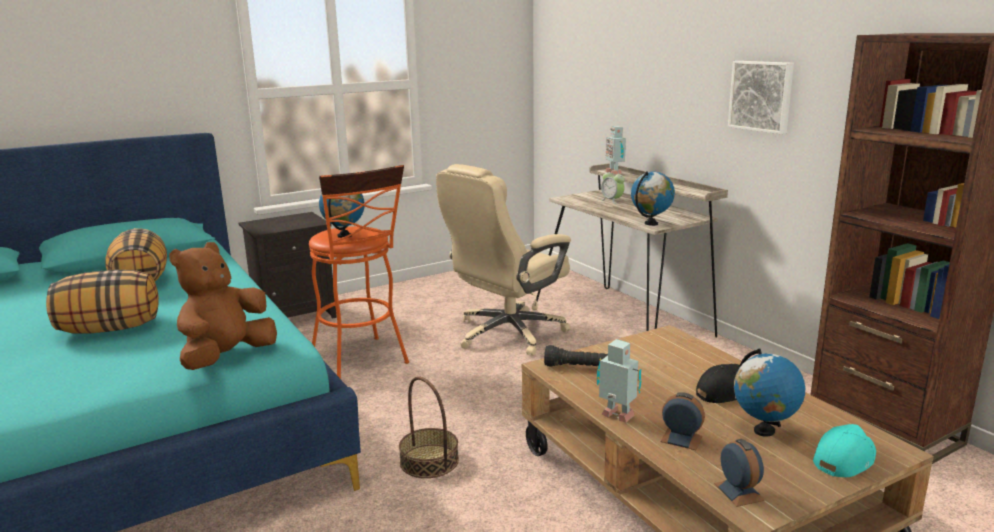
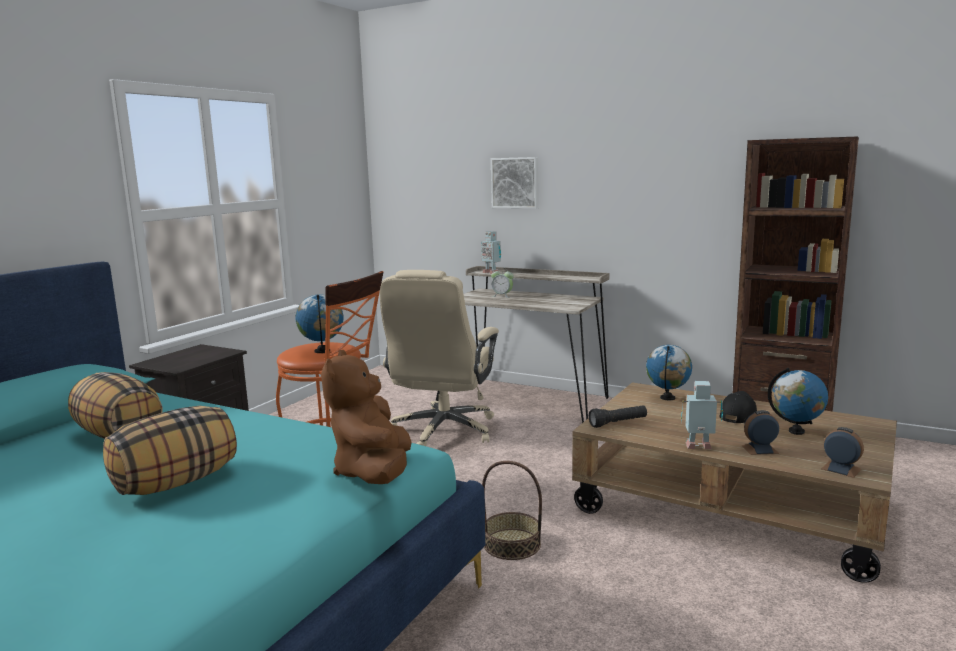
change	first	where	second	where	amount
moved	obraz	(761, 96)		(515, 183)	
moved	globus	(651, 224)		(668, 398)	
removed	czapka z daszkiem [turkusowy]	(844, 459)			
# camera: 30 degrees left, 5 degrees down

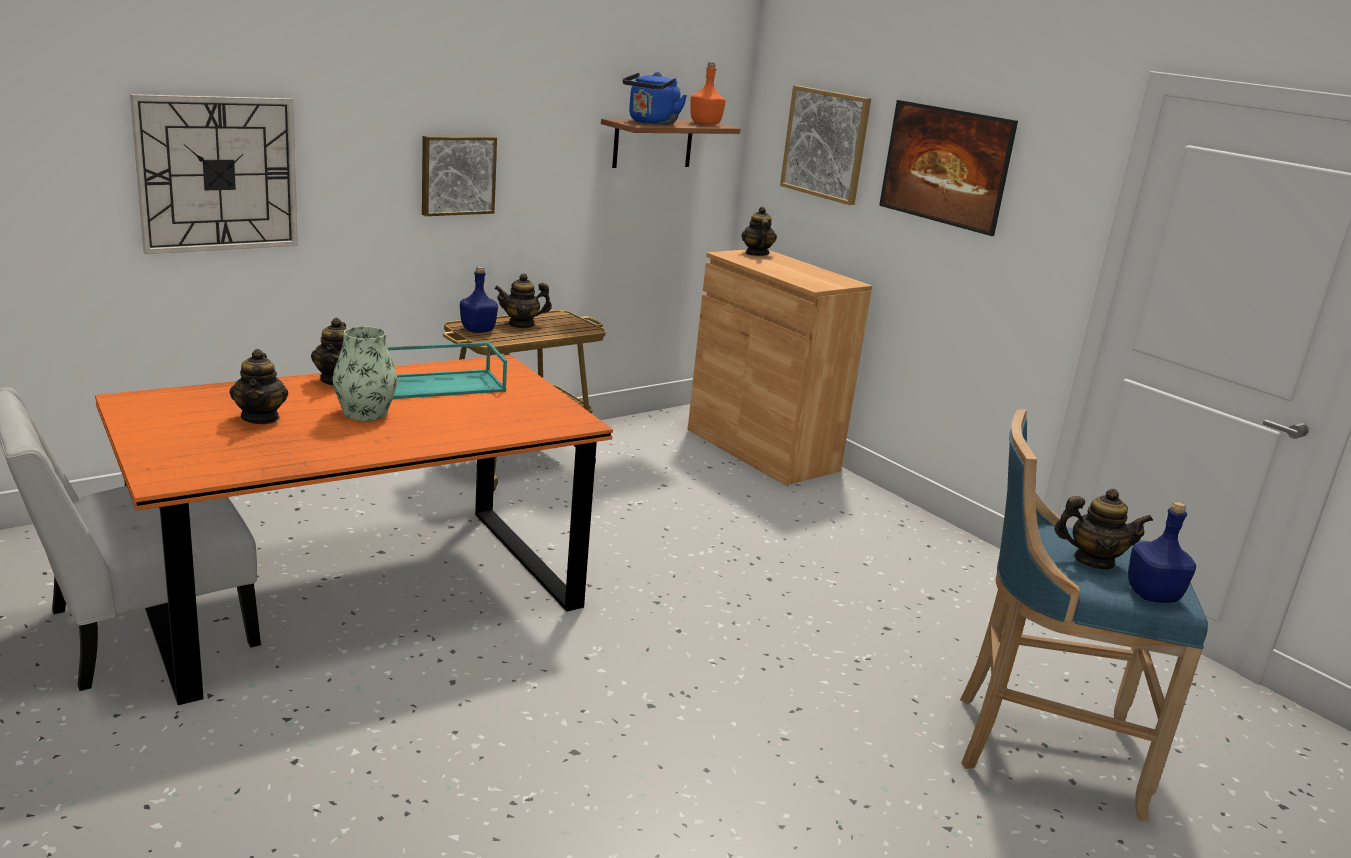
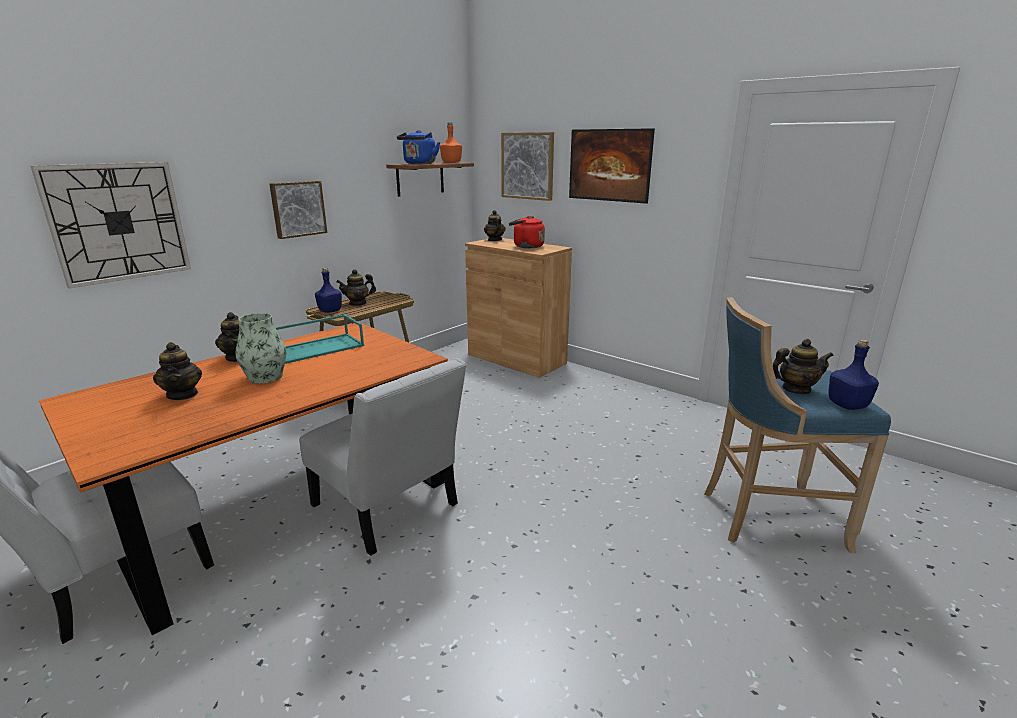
change	first	where	second	where	amount
added			krzesło [biały]	(389, 509)	
added			czajnik [czerwony]	(526, 246)	
# camera: 10 degrees left, 0 degrees up

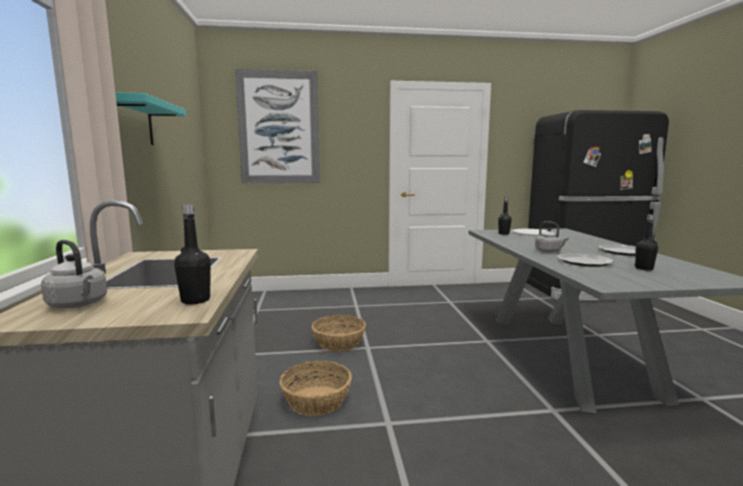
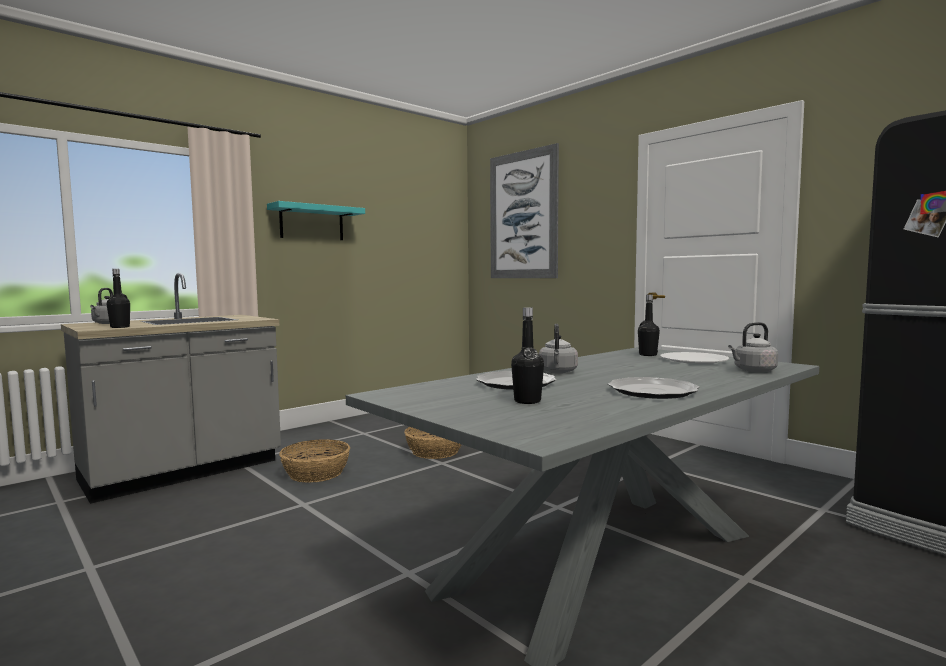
change	first	where	second	where	amount
added			czajnik [szary]	(753, 370)	
# camera: 55 degrees right, 5 degrees down

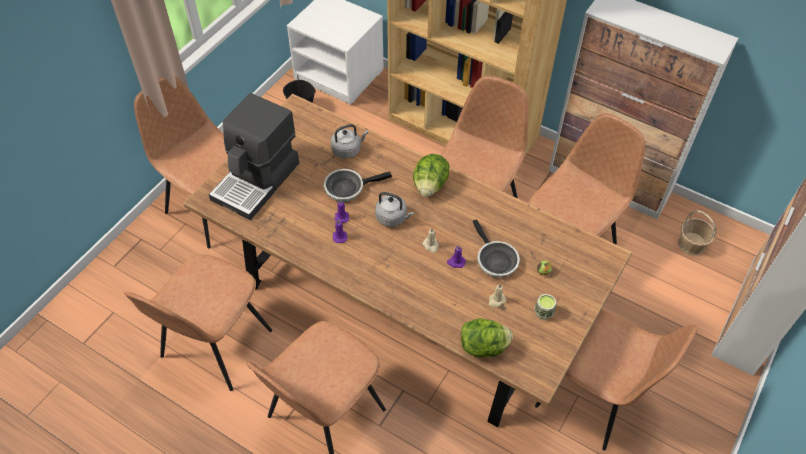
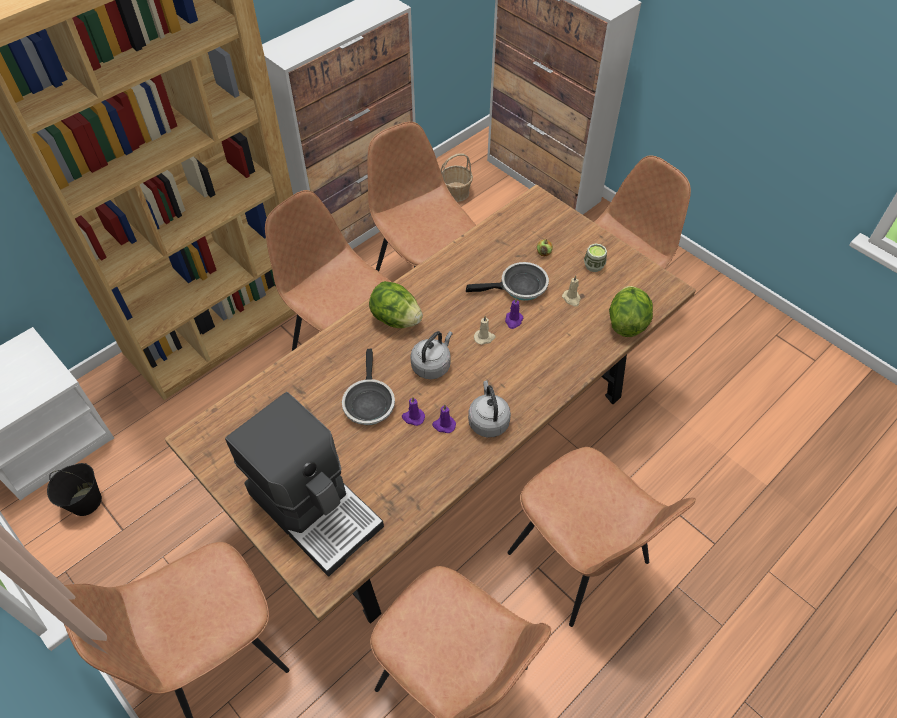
change	first	where	second	where	amount
moved	czajnik [szary]	(348, 150)		(488, 421)	
# camera: 75 degrees left, 0 degrees up

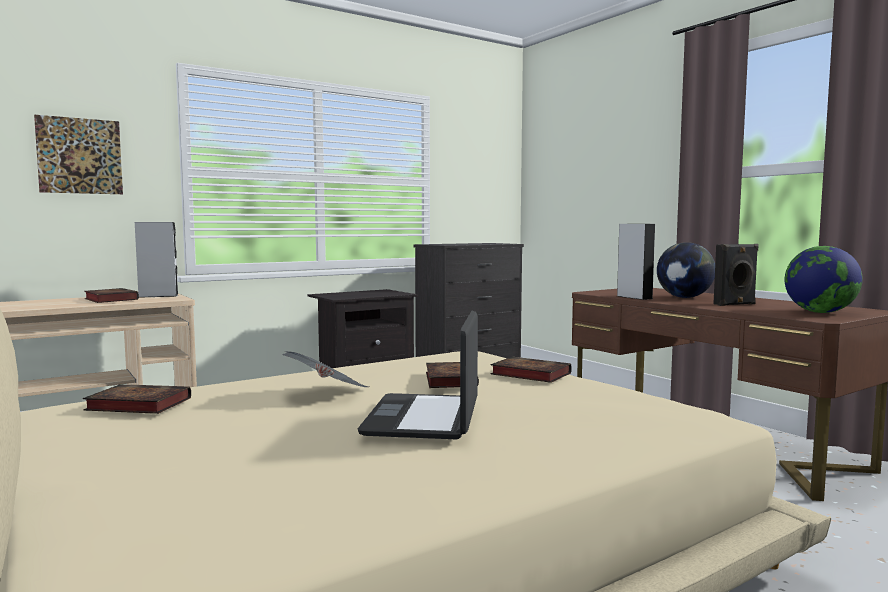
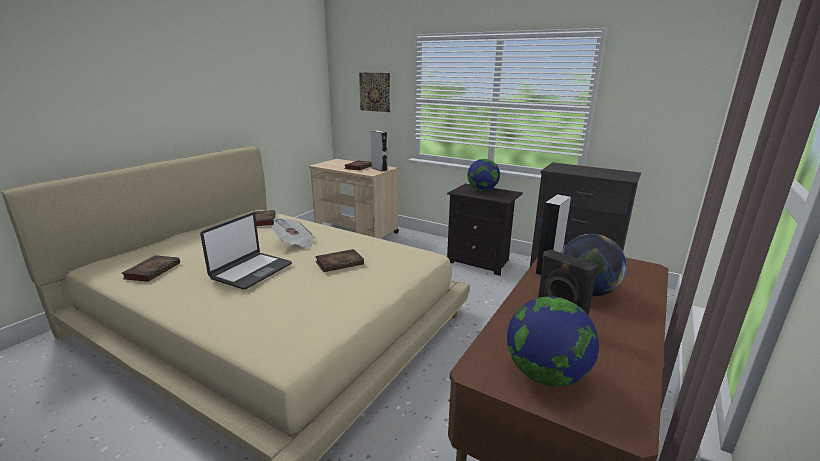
change	first	where	second	where	amount
moved	książka	(528, 374)		(153, 270)	
turned	laptop	(424, 418)		(251, 271)	135 degrees clockwise
added			globus	(482, 190)	
# camera: 65 degrees right, 15 degrees up

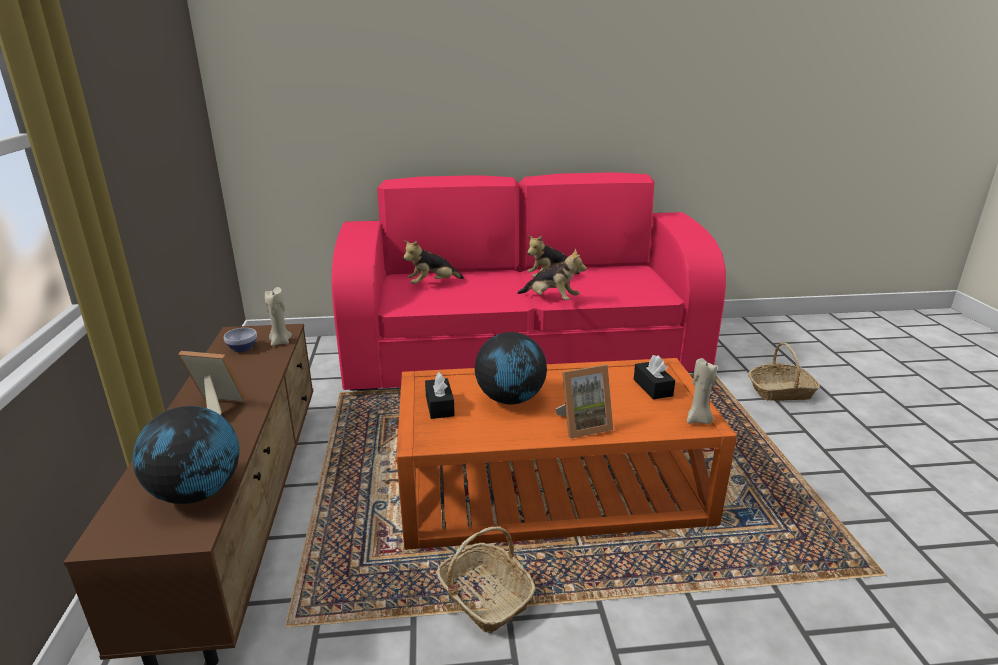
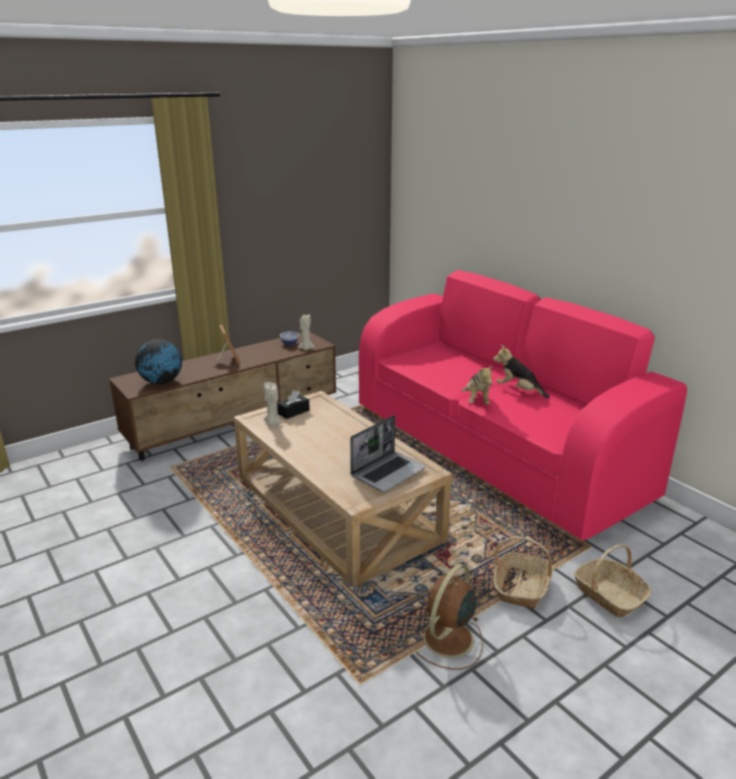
change	first	where	second	where	amount
recoloured	ława [pomarańczowy]	(551, 485)	ława [beżowy]	(337, 507)	
moved	świeca [beżowy]	(698, 420)		(272, 423)	
replaced	pudełko chusteczek [czarny]	(652, 387)	laptop	(388, 472)	
added			wentylator [brązowy]	(447, 640)	
moved	koszyk	(484, 597)		(521, 587)	
removed	pluszak	(432, 284)			
removed	globus	(510, 399)			
removed	ramka na zdjęcie	(583, 425)			
# camera: 60 degrees right, 0 degrees up

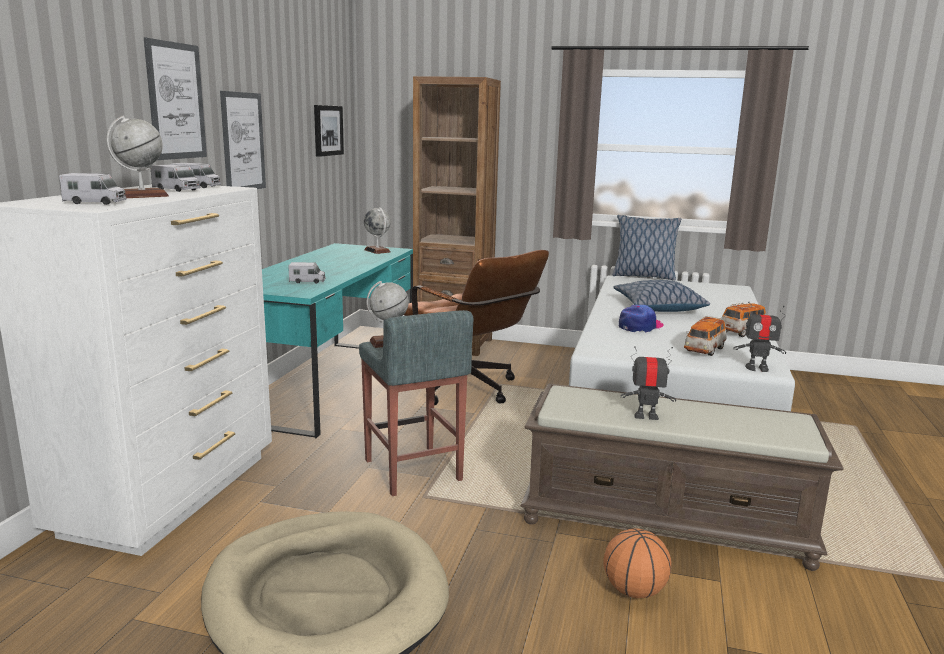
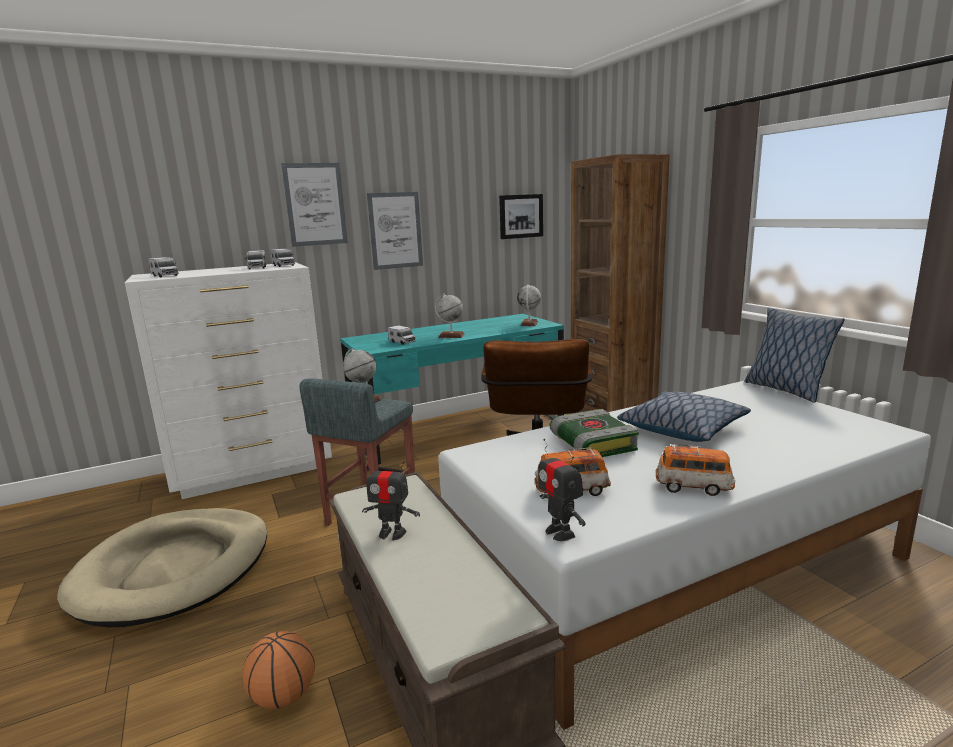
change	first	where	second	where	amount
turned	robot zabawkowy	(646, 416)		(392, 533)	135 degrees clockwise
moved	globus	(142, 196)		(451, 336)	
replaced	czapka z daszkiem	(640, 326)	książka	(591, 443)	
# camera: 50 degrees right, 0 degrees up

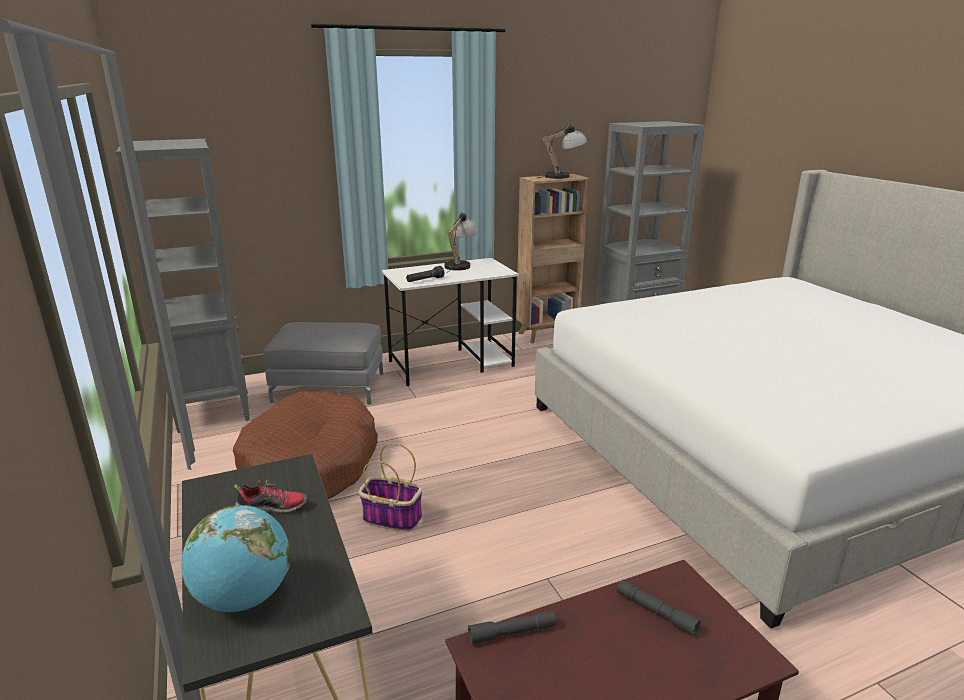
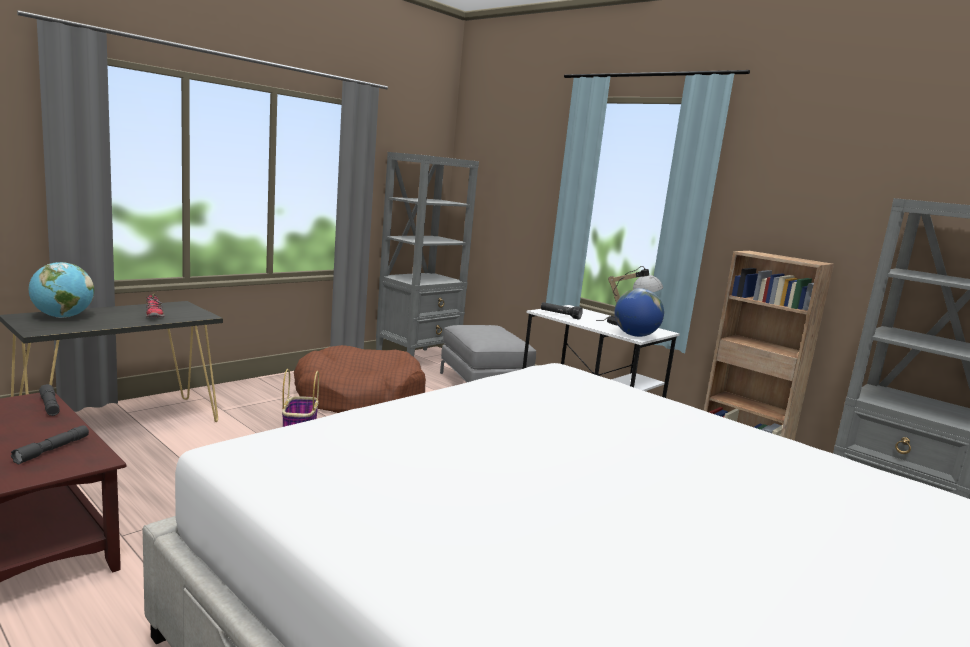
change	first	where	second	where	amount
added			globus	(635, 335)	
removed	lampa stołowa	(563, 176)			
# camera: 65 degrees right, 10 degrees down

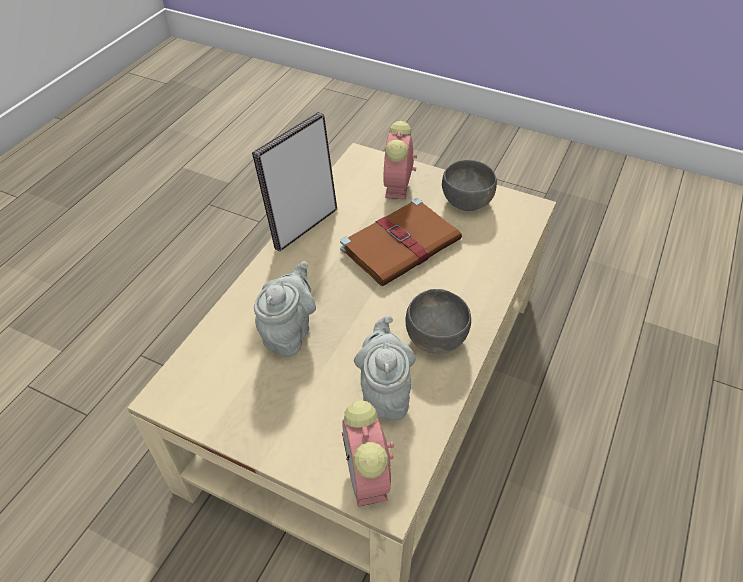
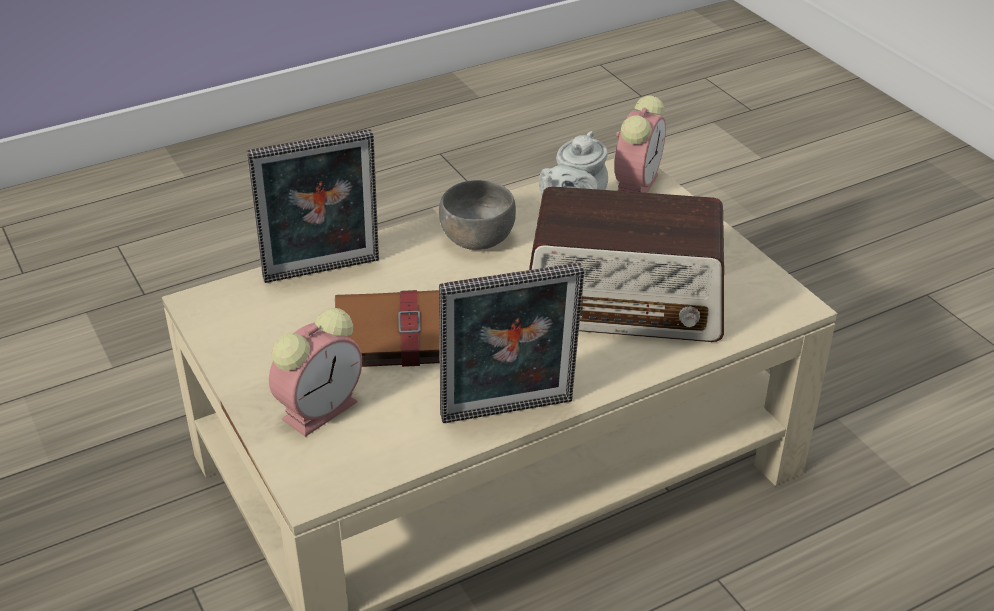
change	first	where	second	where	amount
added			ramka na zdjęcie	(323, 273)	
replaced	imbryk [szary]	(289, 333)	radio	(625, 303)	
removed	miska [szary]	(467, 201)			
# camera: 145 degrees left, 10 degrees down

